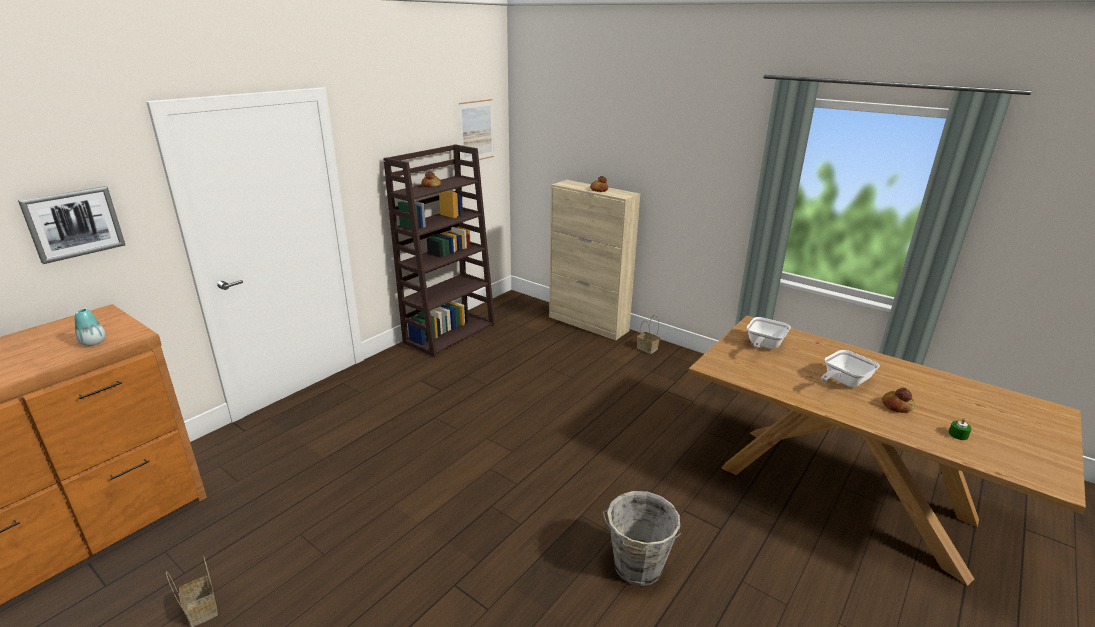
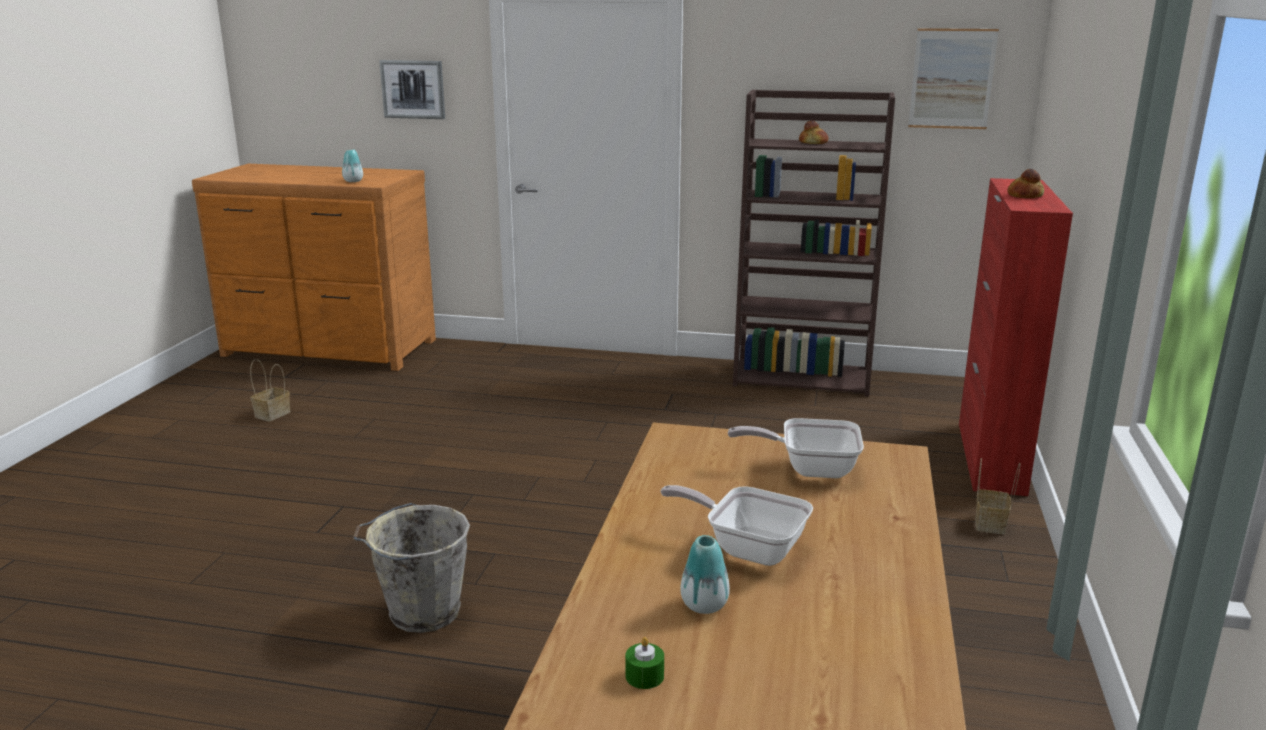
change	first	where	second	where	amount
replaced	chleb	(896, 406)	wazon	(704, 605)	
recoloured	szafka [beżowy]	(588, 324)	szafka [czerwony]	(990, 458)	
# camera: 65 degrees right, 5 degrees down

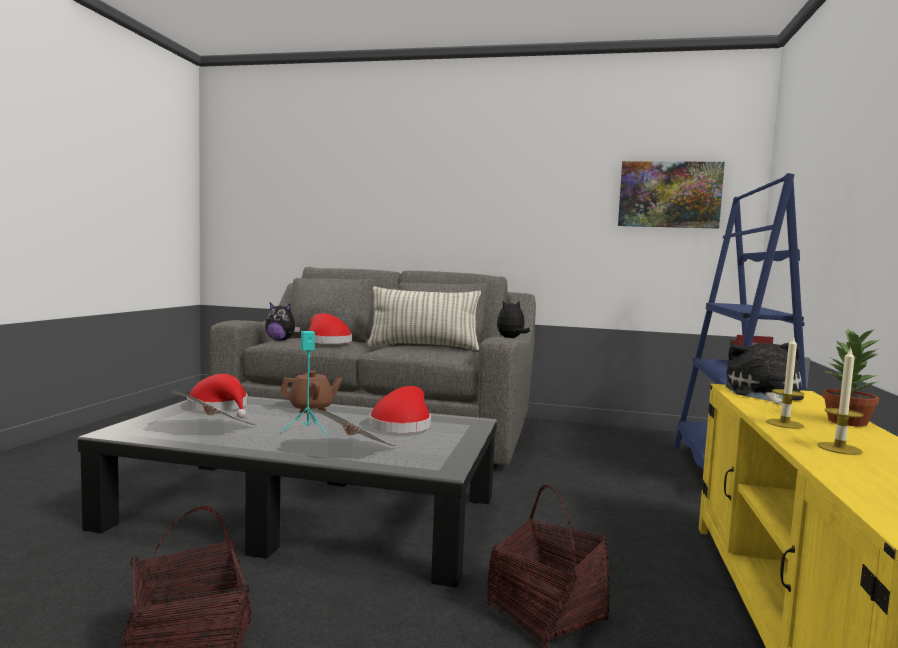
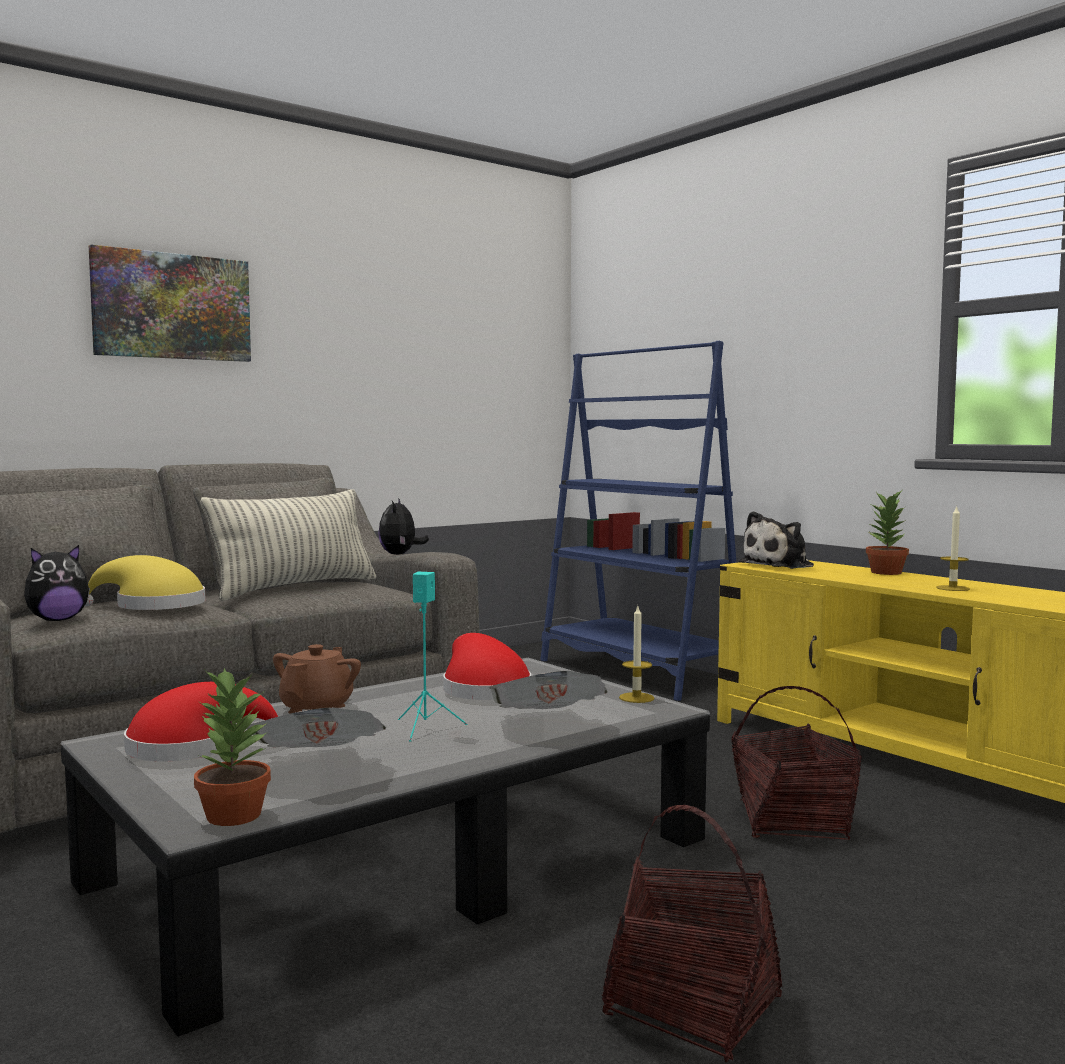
change	first	where	second	where	amount
recoloured	kapelusz [czerwony]	(326, 341)	kapelusz [żółty]	(153, 606)	
moved	obraz	(669, 195)		(172, 306)	
added			roślina doniczkowa	(232, 815)	
moved	świeca	(784, 424)		(636, 698)	
turned	pluszak	(763, 394)		(780, 565)	90 degrees counterclockwise
# camera: 50 degrees left, 0 degrees up

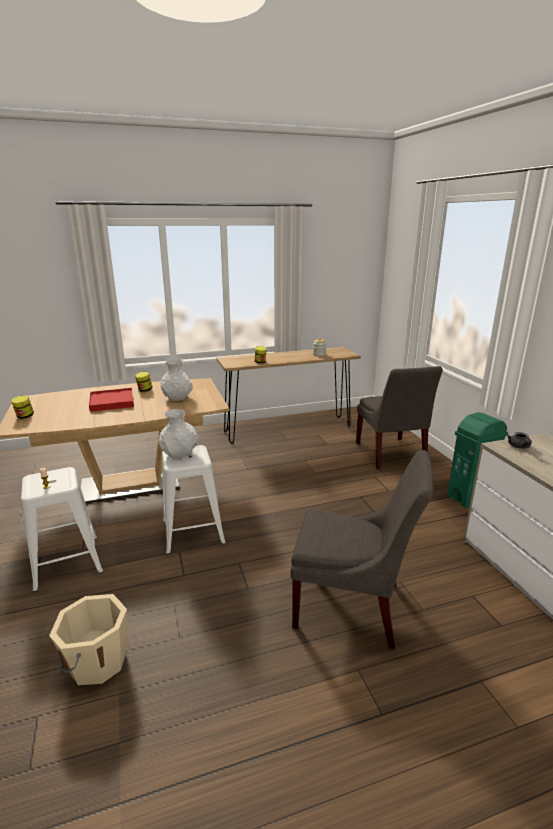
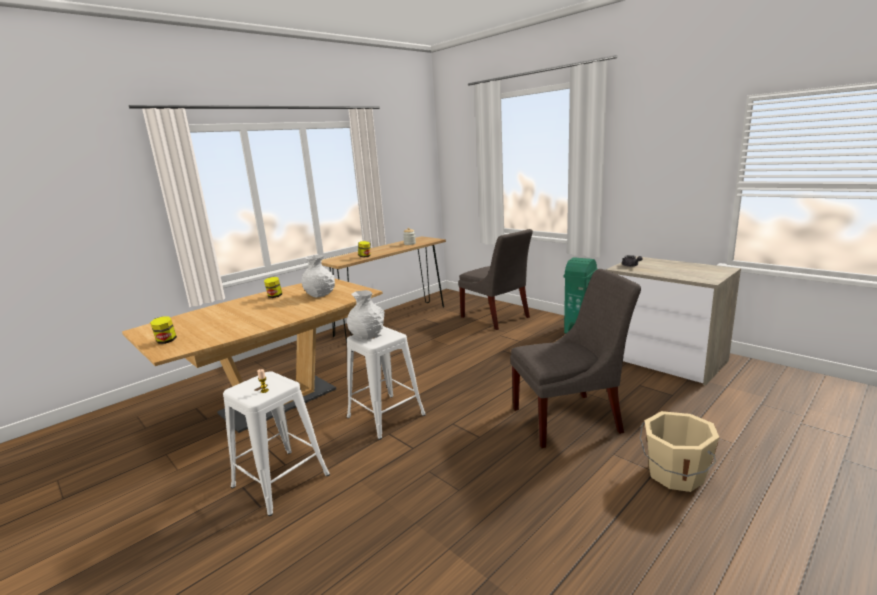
change	first	where	second	where	amount
moved	wiadro [beżowy]	(96, 662)		(675, 474)	
removed	taca [czerwony]	(112, 402)			
# camera: 25 degrees left, 5 degrees down

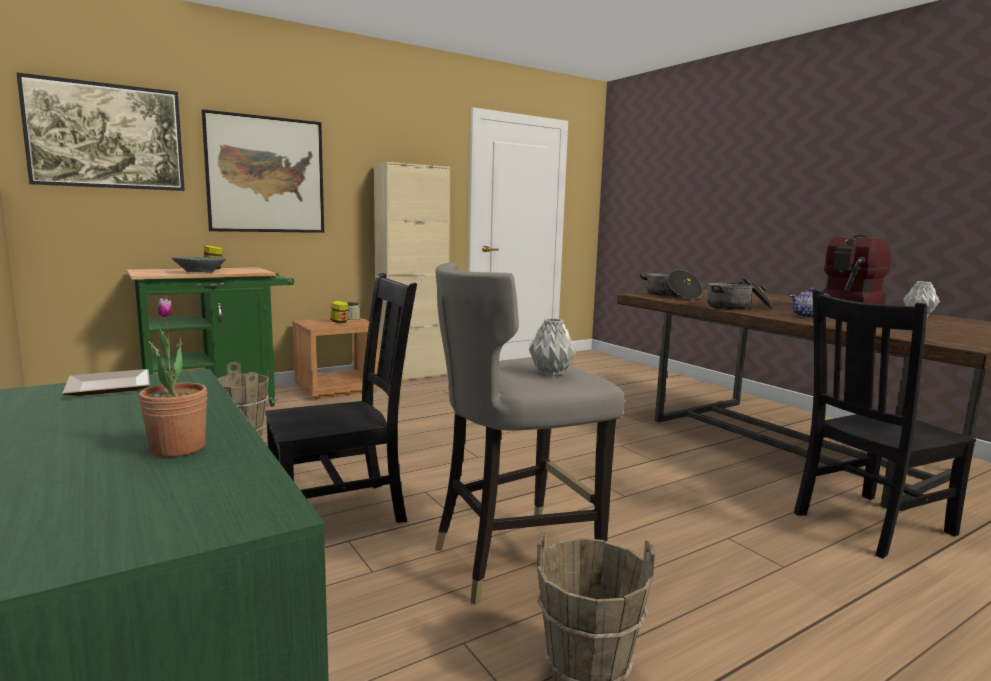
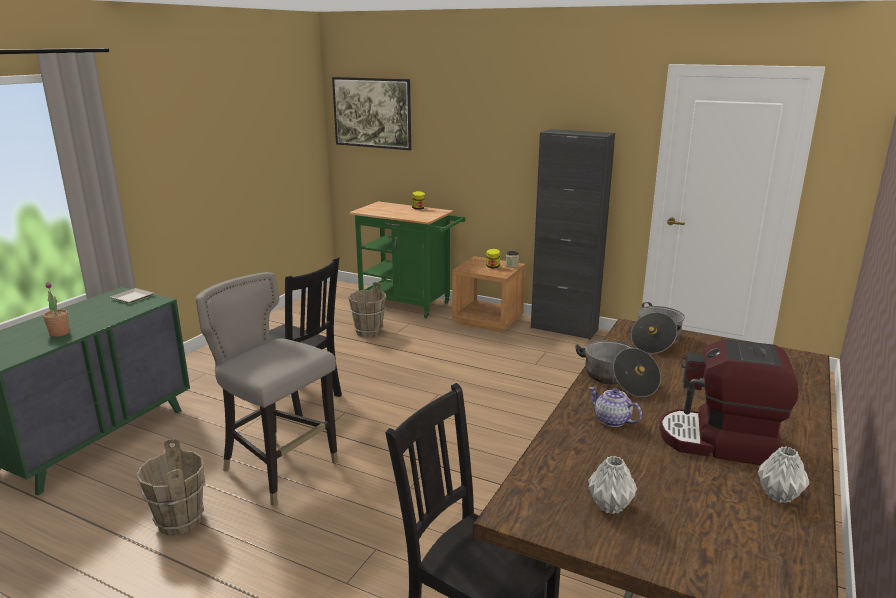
change	first	where	second	where	amount
recoloured	szafka [beżowy]	(412, 375)	szafka [czarny]	(564, 329)	
moved	wazon [szary]	(552, 373)		(610, 507)	
removed	miska [szary]	(200, 272)			
removed	obraz	(266, 175)			
# camera: 60 degrees right, 10 degrees up

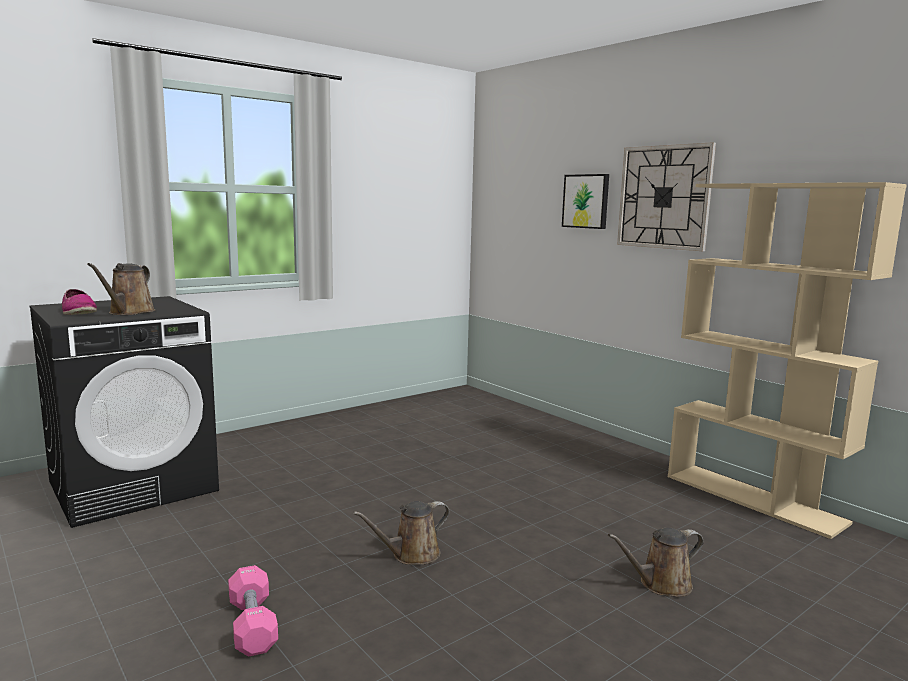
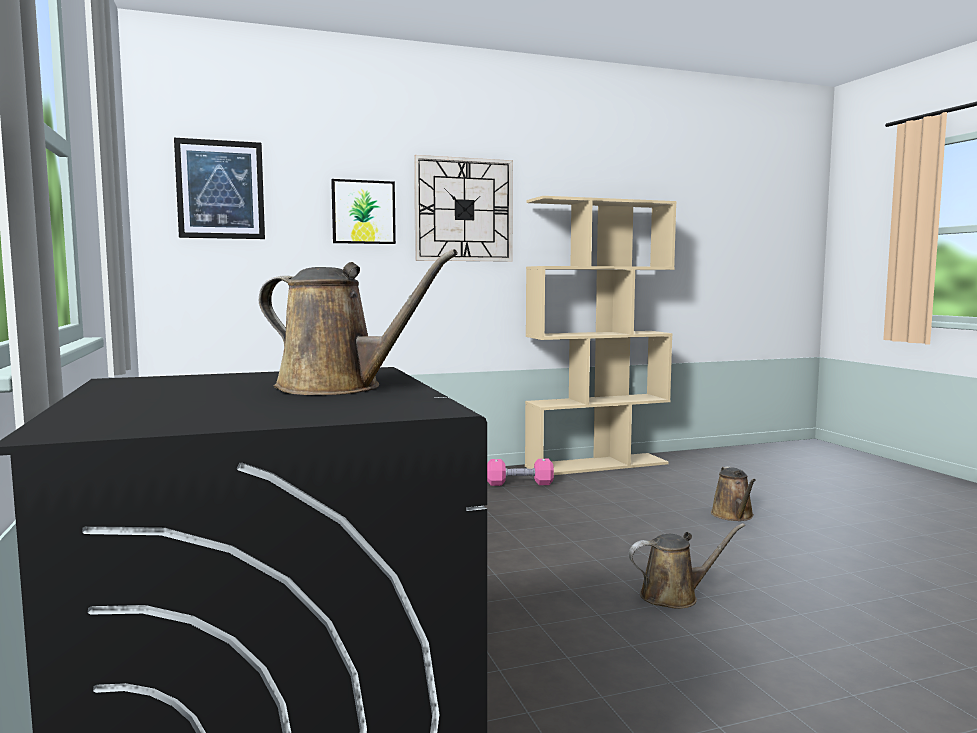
change	first	where	second	where	amount
added			obraz	(220, 190)	
moved	hantel [różowy]	(252, 625)		(519, 484)	
turned	konewka [brązowy]	(411, 555)		(674, 596)	90 degrees counterclockwise
removed	but	(78, 312)			
# camera: 70 degrees left, 5 degrees down

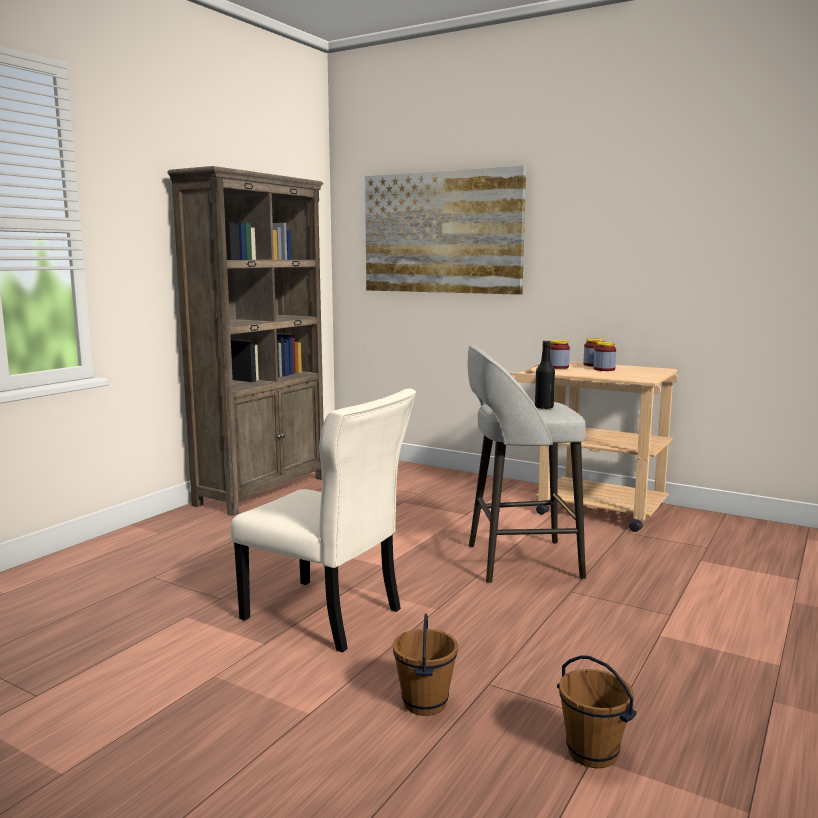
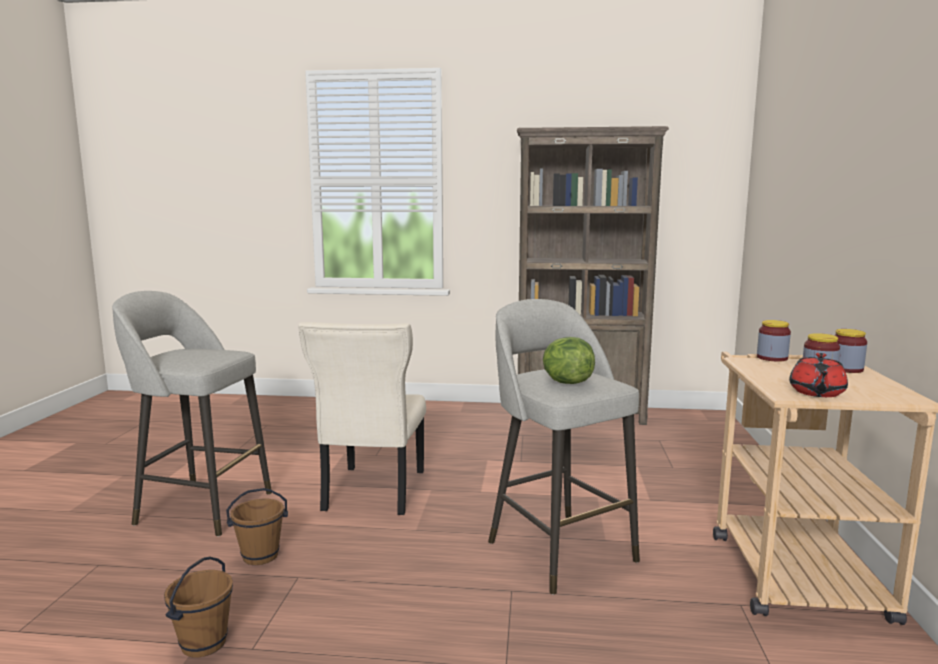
change	first	where	second	where	amount
added			stołek [szary]	(201, 507)	
replaced	butelka [czarny]	(544, 407)	sałata	(566, 382)	
added			imbryk [czerwony]	(816, 393)	
removed	obraz	(442, 232)			
# camera: 65 degrees right, 0 degrees up

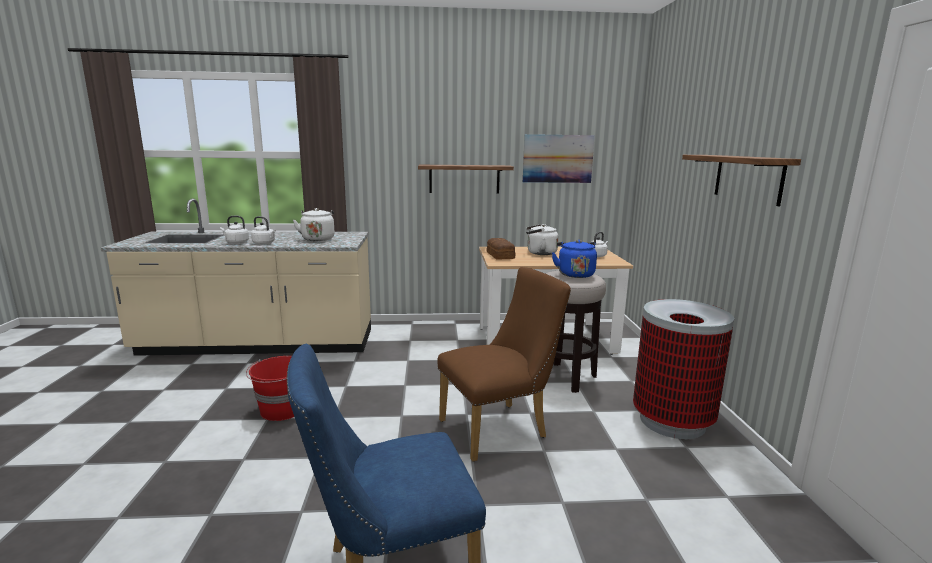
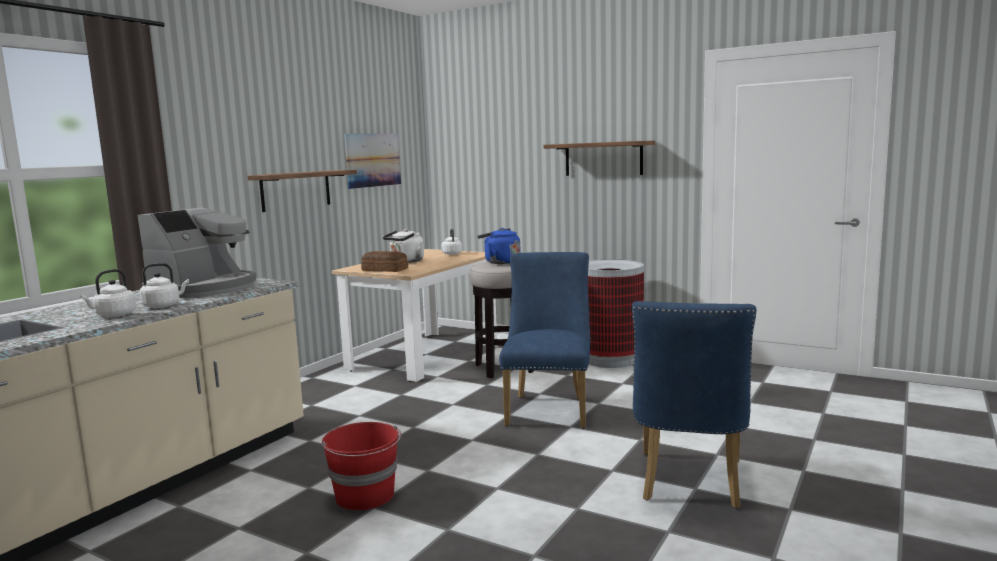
change	first	where	second	where	amount
replaced	czajnik [biały]	(318, 239)	ekspres do kawy	(205, 289)	
recoloured	krzesło [brązowy]	(500, 428)	krzesło [niebieski]	(549, 409)	
# camera: 55 degrees left, 5 degrees down

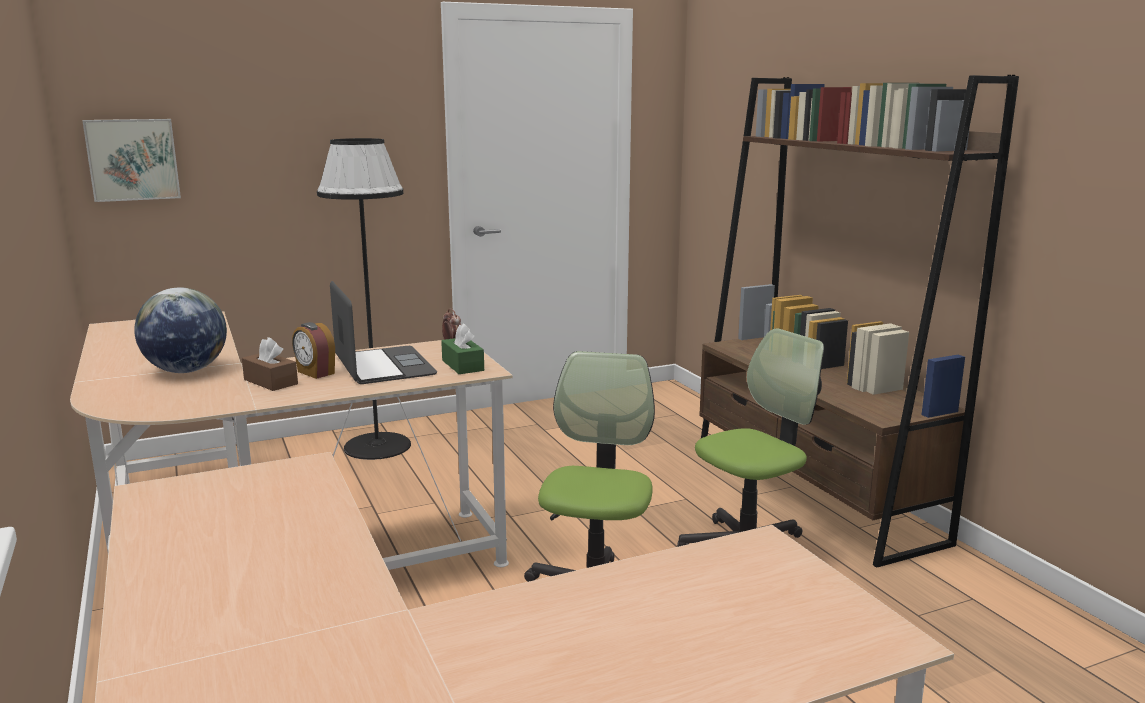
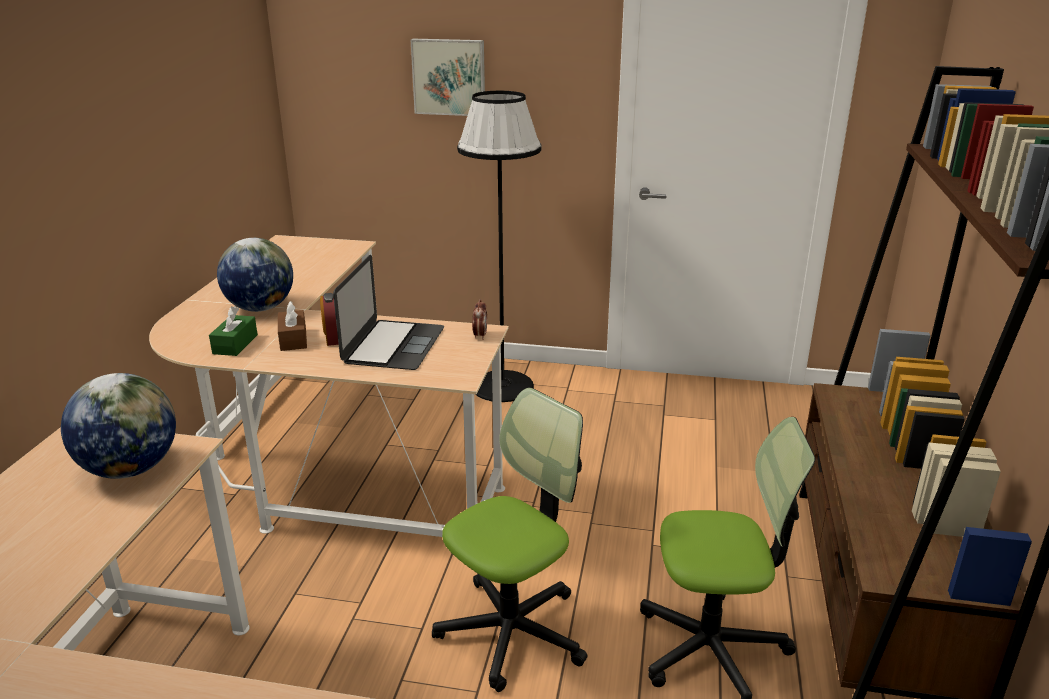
change	first	where	second	where	amount
added			globus	(130, 469)	
moved	pudełko chusteczek [zielony]	(462, 365)		(235, 344)	
moved	obraz	(133, 159)		(449, 77)	
# camera: 35 degrees right, 10 degrees up

